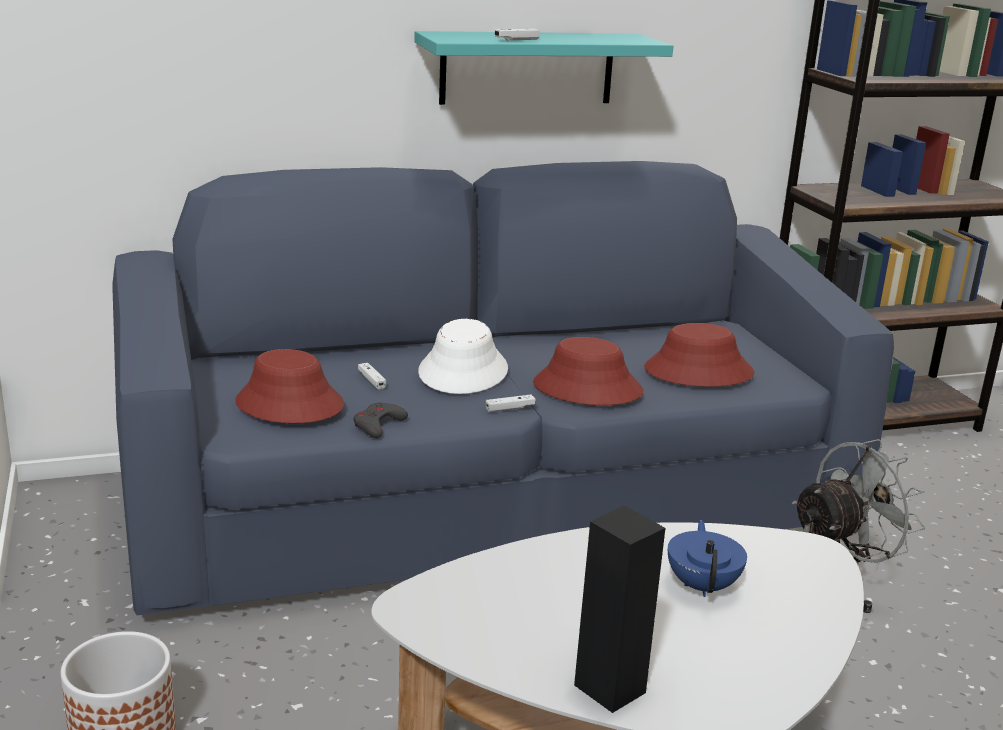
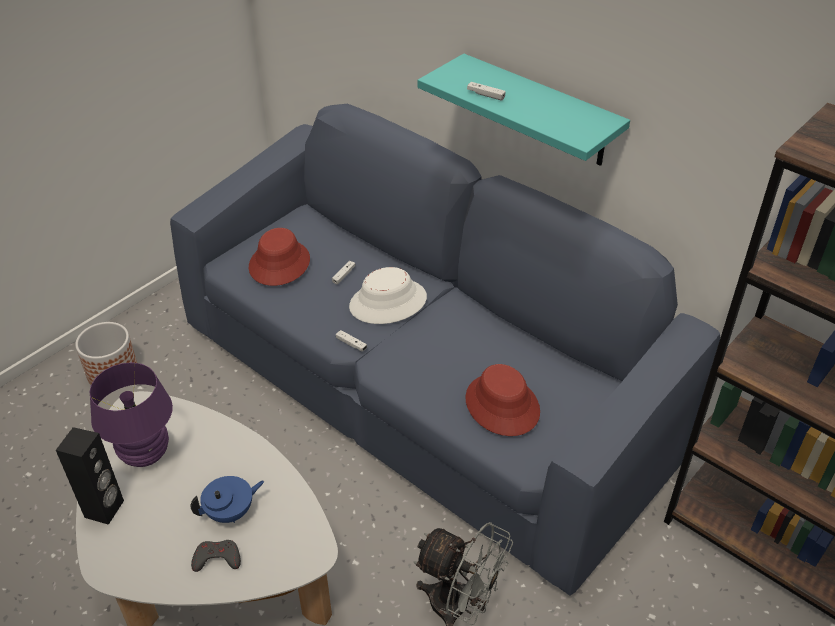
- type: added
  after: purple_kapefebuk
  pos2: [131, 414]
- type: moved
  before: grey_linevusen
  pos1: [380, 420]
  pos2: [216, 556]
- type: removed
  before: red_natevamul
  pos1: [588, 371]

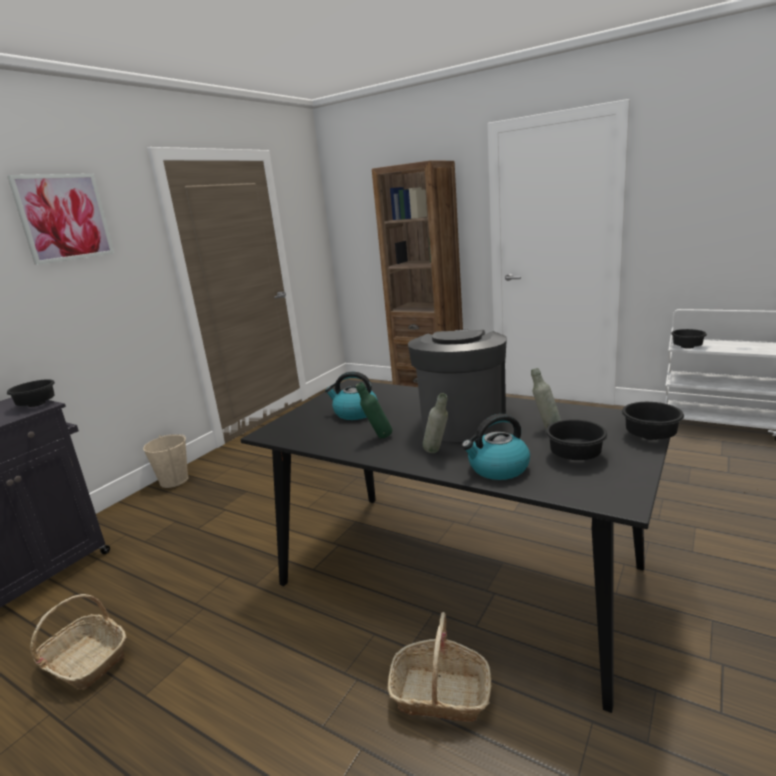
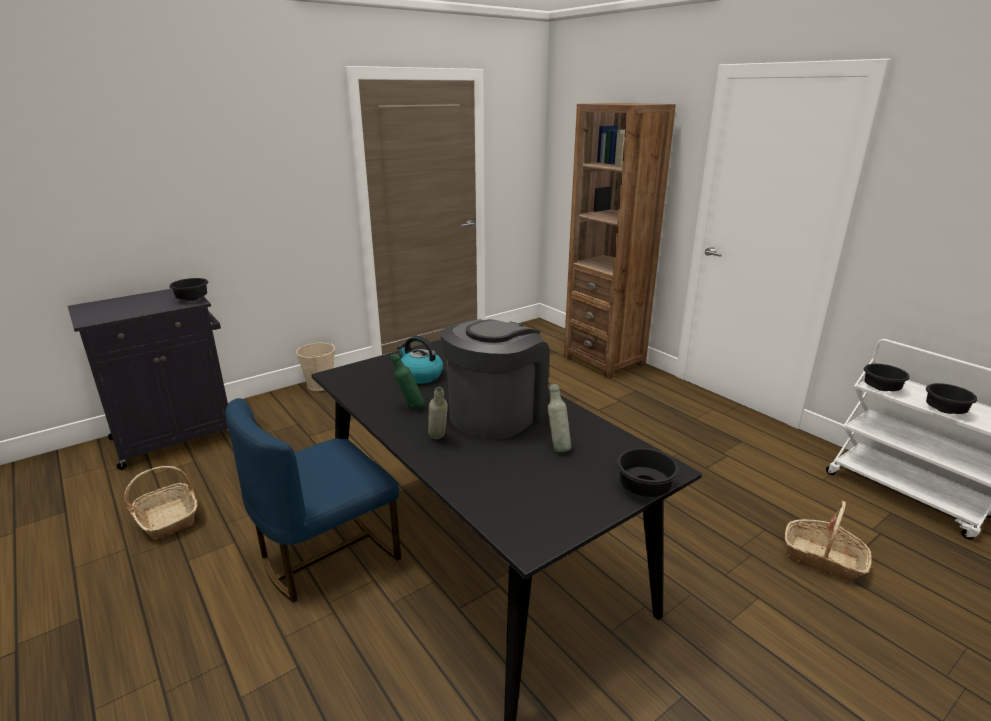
- type: added
  after: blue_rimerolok
  pos2: [313, 500]
- type: moved
  before: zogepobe
  pos1: [439, 667]
  pos2: [828, 541]
- type: moved
  before: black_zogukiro
  pos1: [576, 439]
  pos2: [951, 398]
- type: removed
  before: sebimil
  pos1: [60, 219]
- type: removed
  before: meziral
  pos1: [496, 447]

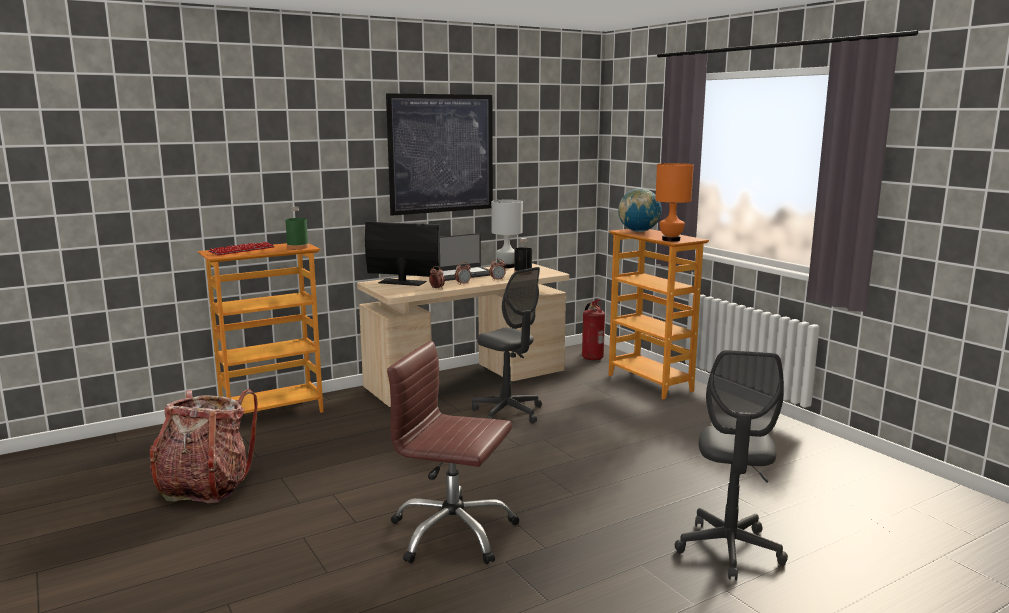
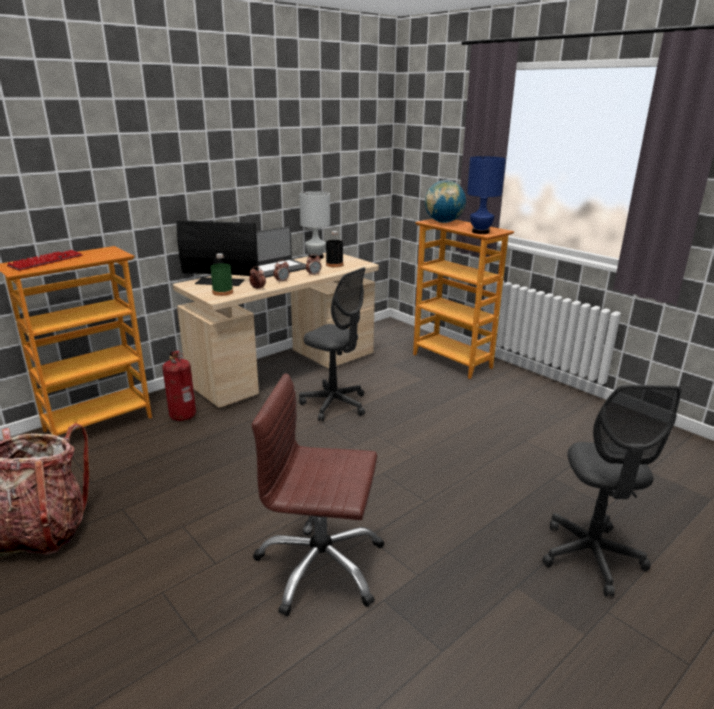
- type: moved
  before: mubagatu
  pos1: [593, 329]
  pos2: [179, 386]
- type: moved
  before: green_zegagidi
  pos1: [297, 228]
  pos2: [221, 274]
- type: recoloured
  before: orange_kapefebuk
  after: blue_kapefebuk
  pos1: [674, 202]
  pos2: [486, 195]
- type: removed
  before: sebimil
  pos1: [439, 154]

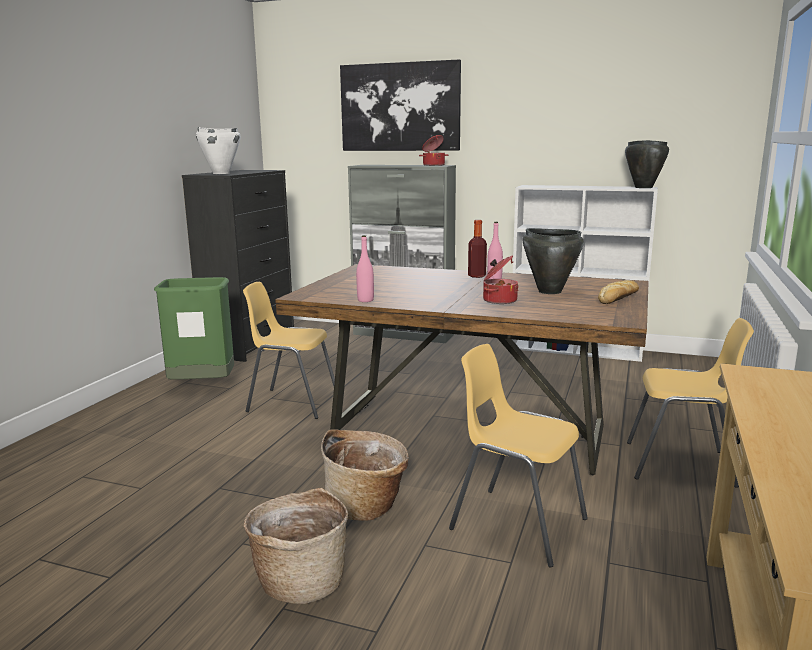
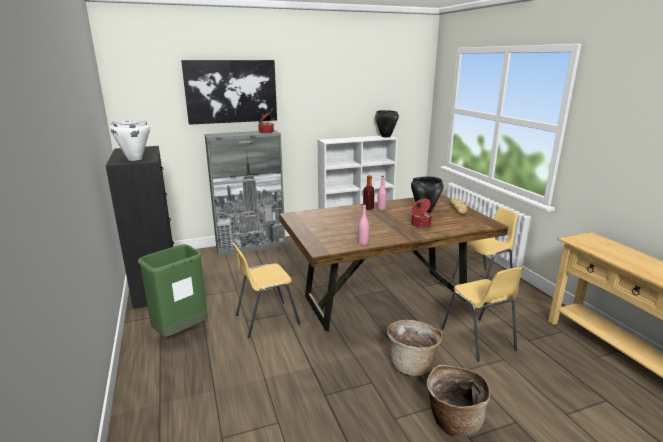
- type: turned
  before: yellow_rimerolok
  pos1: [518, 455]
  pos2: [482, 314]
  turn: -105

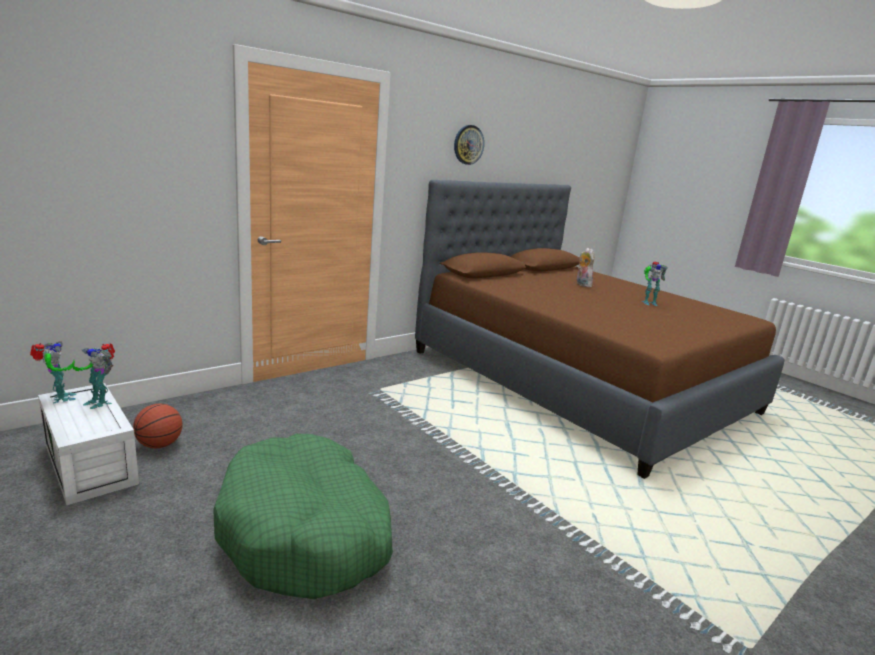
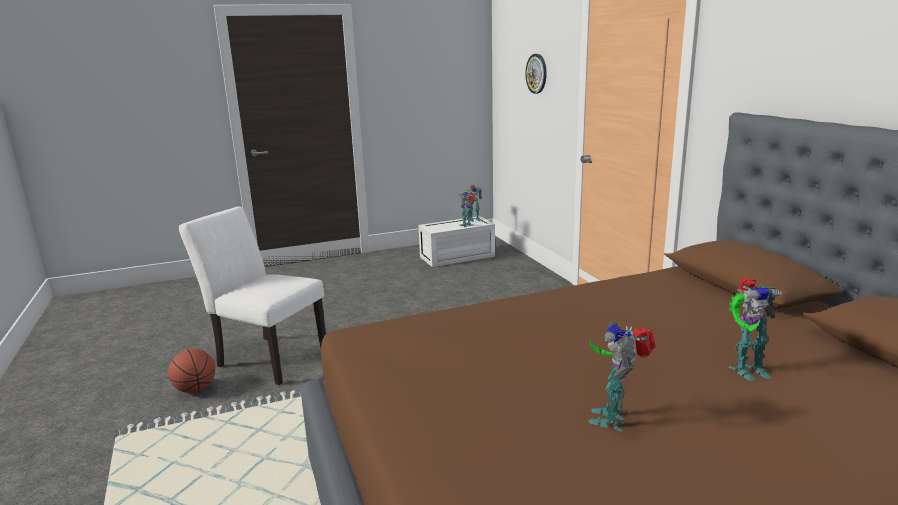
- type: moved
  before: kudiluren
  pos1: [158, 426]
  pos2: [191, 371]
- type: added
  after: white_rimerolok
  pos2: [252, 295]
- type: moved
  before: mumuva
  pos1: [469, 145]
  pos2: [536, 74]
- type: replaced
  before: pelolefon
  after: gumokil
  pos1: [585, 267]
  pos2: [756, 329]
- type: removed
  before: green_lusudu
  pos1: [303, 516]

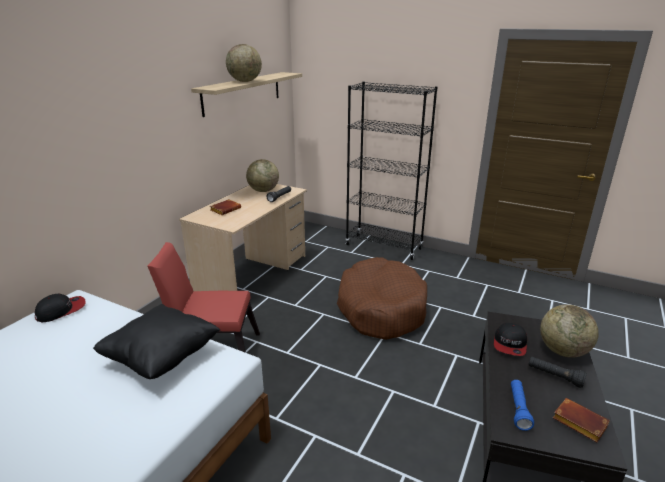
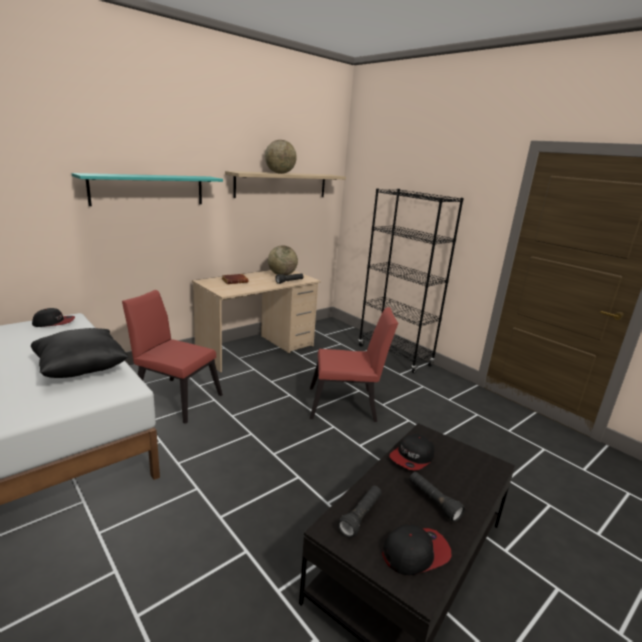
- type: added
  after: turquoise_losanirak
  pos2: [147, 189]
- type: replaced
  before: brown_lusudu
  after: red_rimerolok
  pos1: [382, 298]
  pos2: [354, 364]
- type: recoloured
  before: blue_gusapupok
  after: black_gusapupok
  pos1: [522, 405]
  pos2: [360, 512]
- type: replaced
  before: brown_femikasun
  after: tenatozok
  pos1: [581, 420]
  pos2: [417, 549]
- type: removed
  before: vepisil
  pos1: [569, 331]

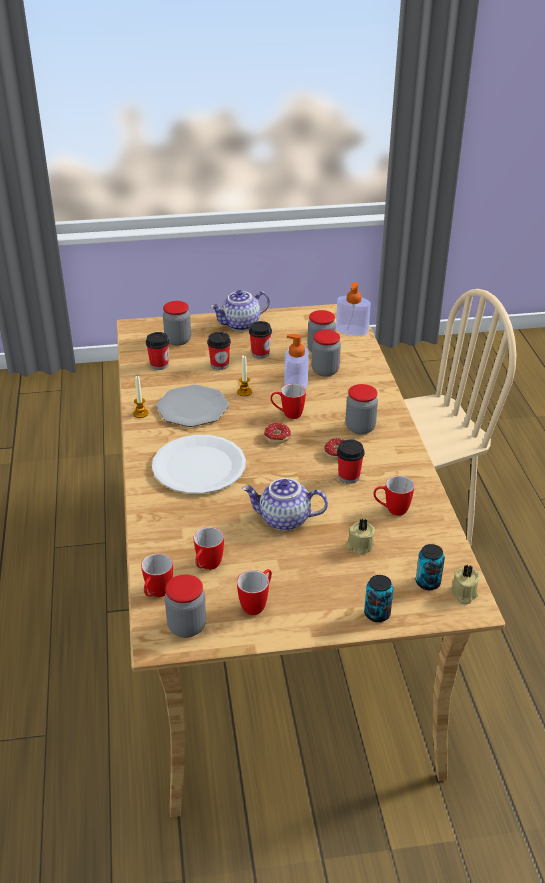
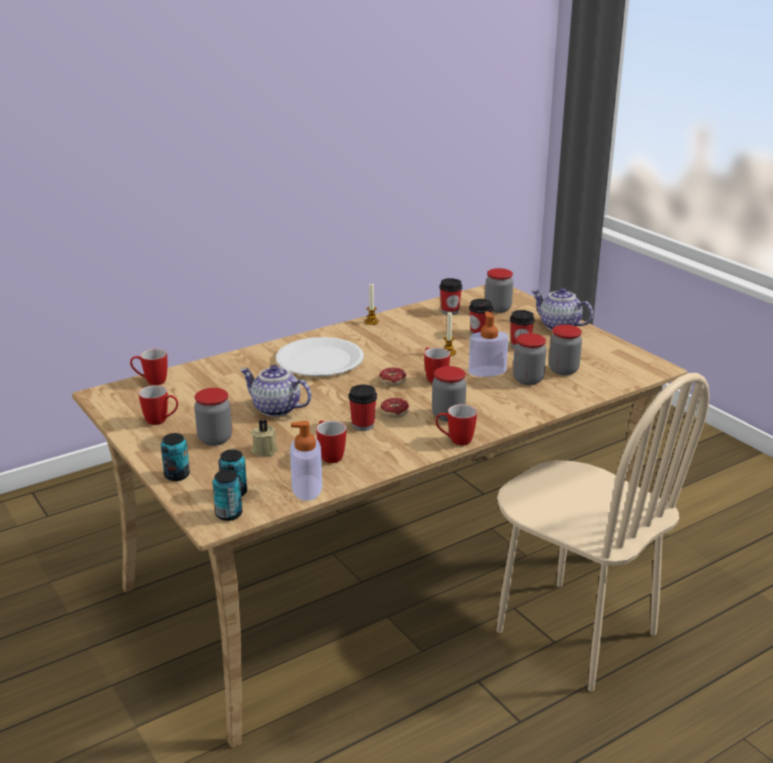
- type: moved
  before: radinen
  pos1: [185, 606]
  pos2: [213, 417]
- type: replaced
  before: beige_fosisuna
  after: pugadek
  pos1: [465, 584]
  pos2: [228, 495]
- type: turned
  before: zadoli
  pos1: [285, 504]
  pos2: [276, 391]
  turn: -45
- type: moved
  before: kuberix
  pos1: [353, 309]
  pos2: [306, 461]
- type: moved
  before: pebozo
  pos1: [208, 548]
  pos2: [456, 424]
- type: removed
  before: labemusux
  pos1: [192, 406]

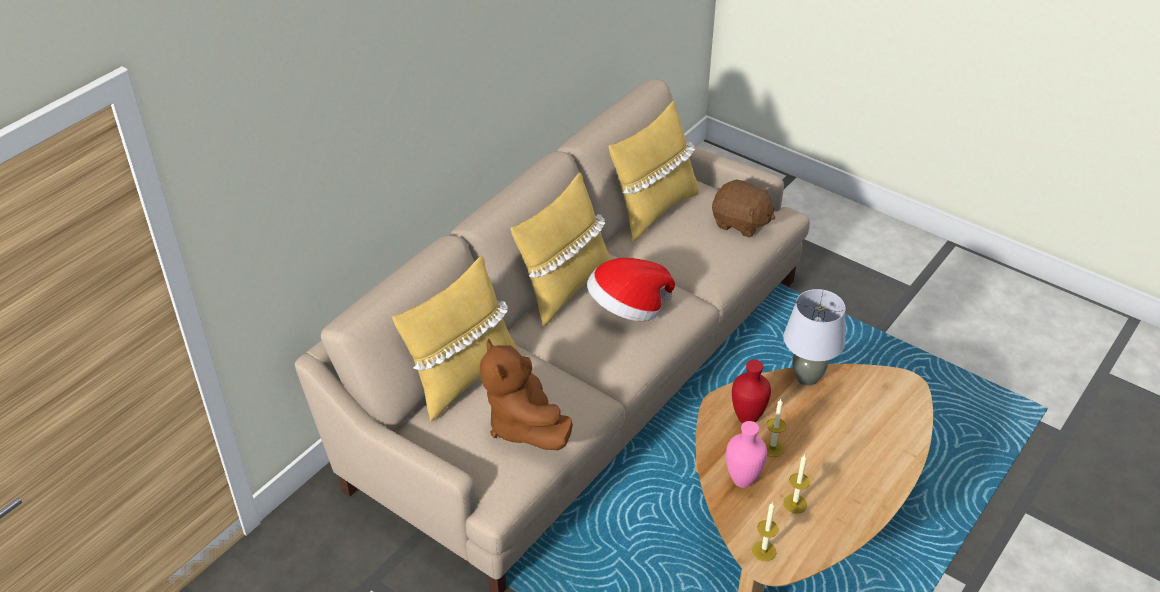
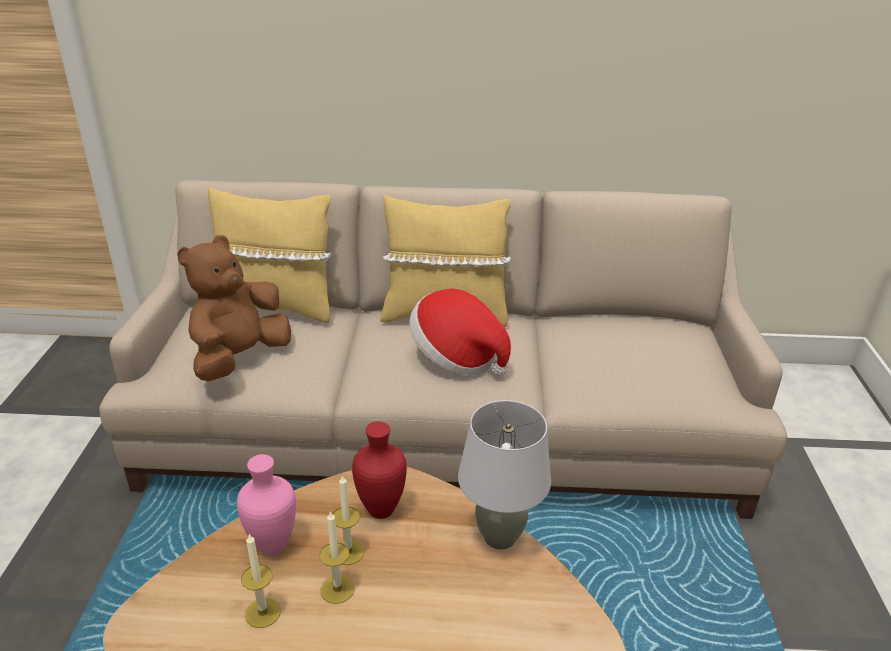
- type: moved
  before: fosisuna
  pos1: [765, 531]
  pos2: [337, 557]
- type: removed
  before: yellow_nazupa
  pos1: [654, 171]
- type: removed
  before: brown_pelolefon
  pos1: [743, 208]

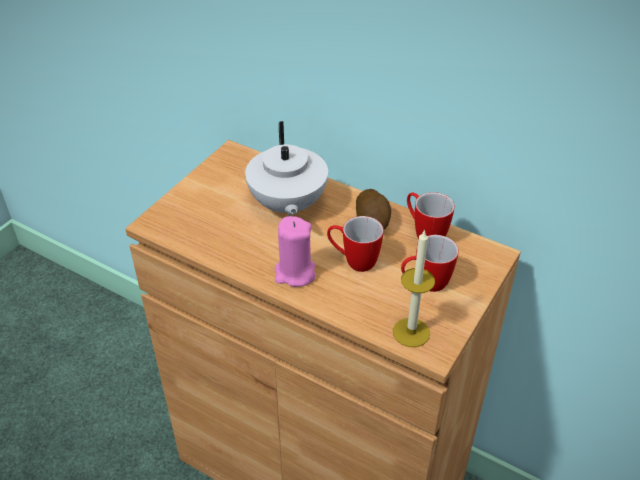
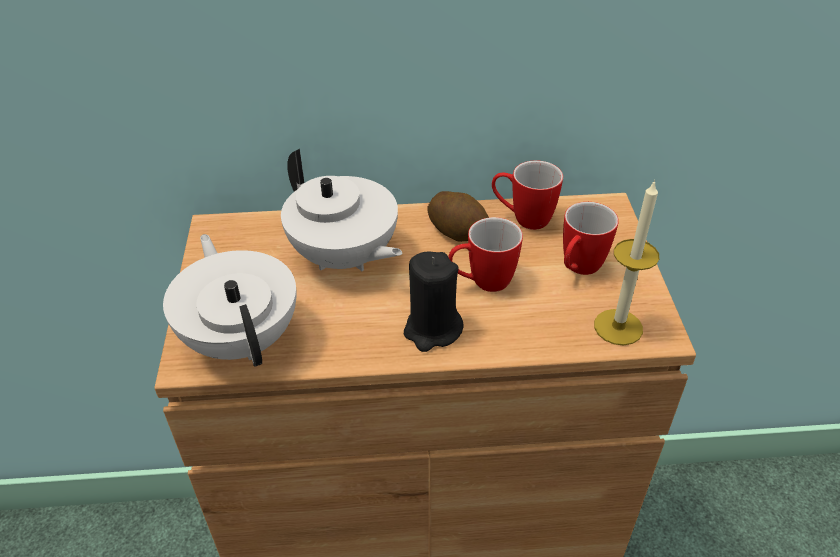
- type: added
  after: white_zadoli
  pos2: [229, 300]
- type: recoloured
  before: pink_fosisuna
  after: black_fosisuna
  pos1: [295, 251]
  pos2: [434, 302]

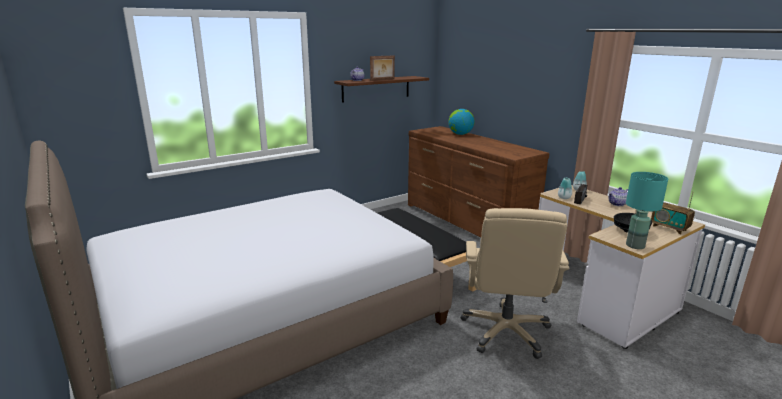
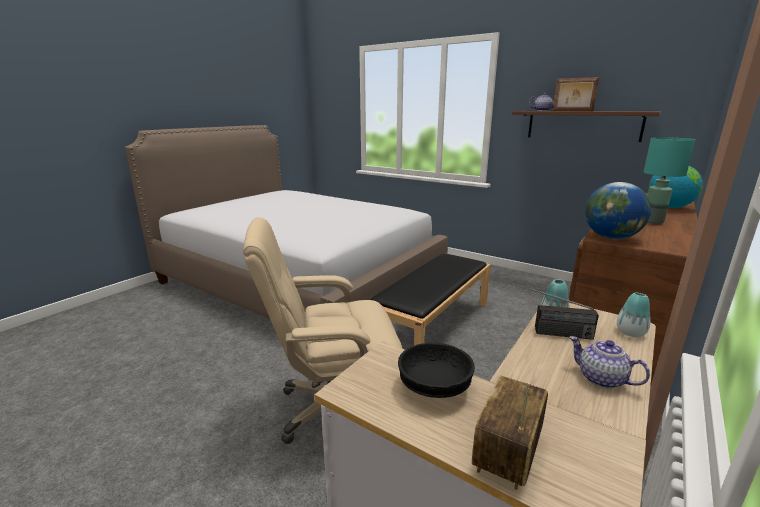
- type: added
  after: vepisil
  pos2: [618, 210]
- type: moved
  before: turquoise_kapefebuk
  pos1: [647, 210]
  pos2: [670, 180]

